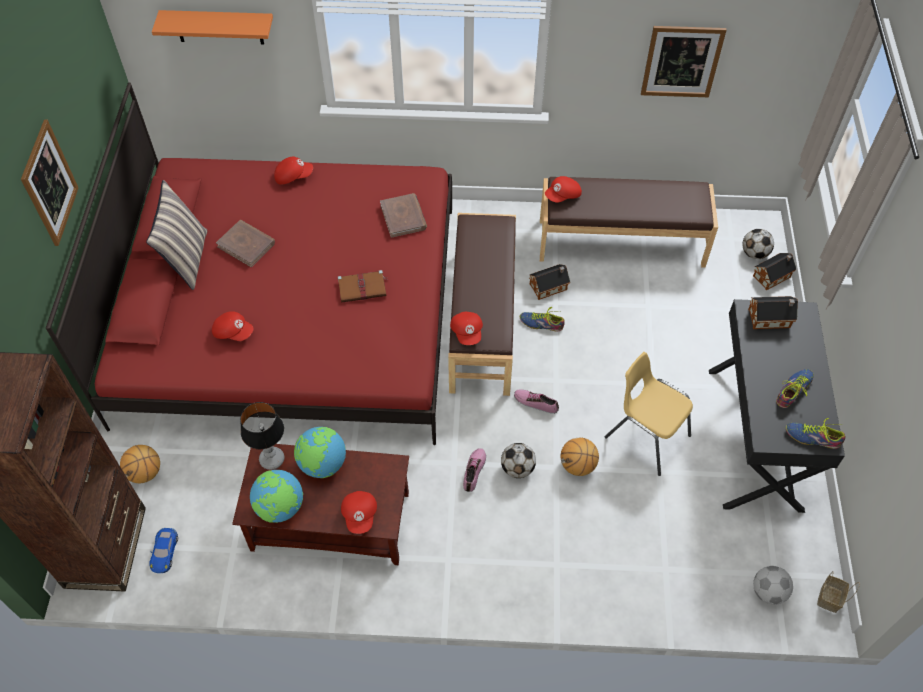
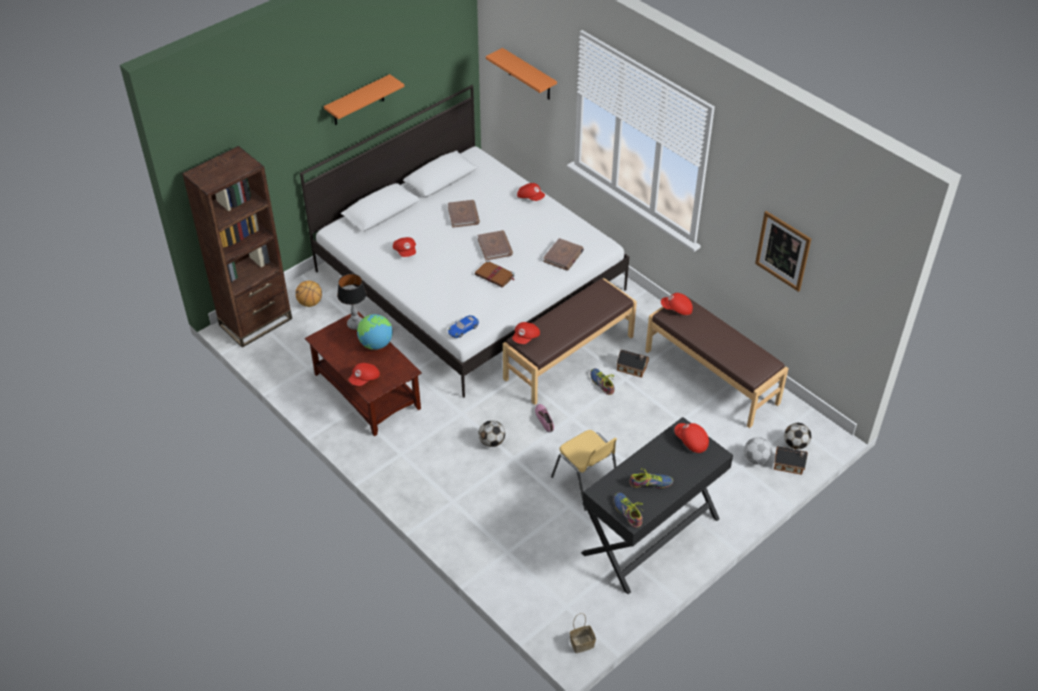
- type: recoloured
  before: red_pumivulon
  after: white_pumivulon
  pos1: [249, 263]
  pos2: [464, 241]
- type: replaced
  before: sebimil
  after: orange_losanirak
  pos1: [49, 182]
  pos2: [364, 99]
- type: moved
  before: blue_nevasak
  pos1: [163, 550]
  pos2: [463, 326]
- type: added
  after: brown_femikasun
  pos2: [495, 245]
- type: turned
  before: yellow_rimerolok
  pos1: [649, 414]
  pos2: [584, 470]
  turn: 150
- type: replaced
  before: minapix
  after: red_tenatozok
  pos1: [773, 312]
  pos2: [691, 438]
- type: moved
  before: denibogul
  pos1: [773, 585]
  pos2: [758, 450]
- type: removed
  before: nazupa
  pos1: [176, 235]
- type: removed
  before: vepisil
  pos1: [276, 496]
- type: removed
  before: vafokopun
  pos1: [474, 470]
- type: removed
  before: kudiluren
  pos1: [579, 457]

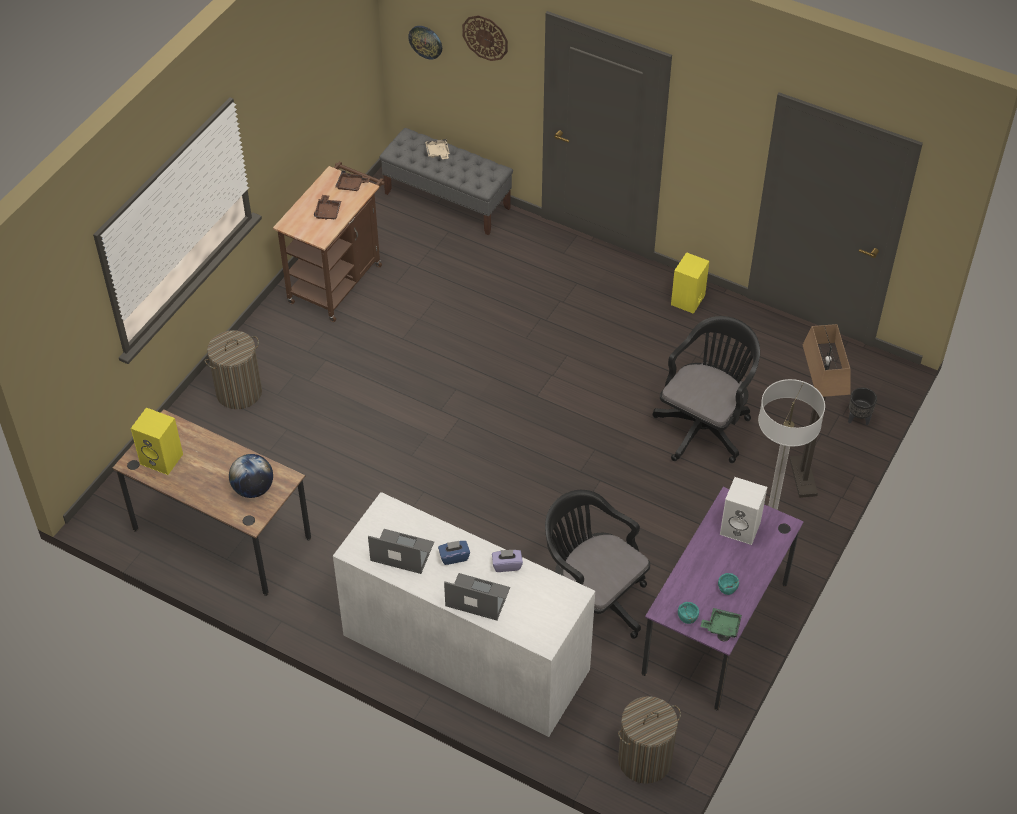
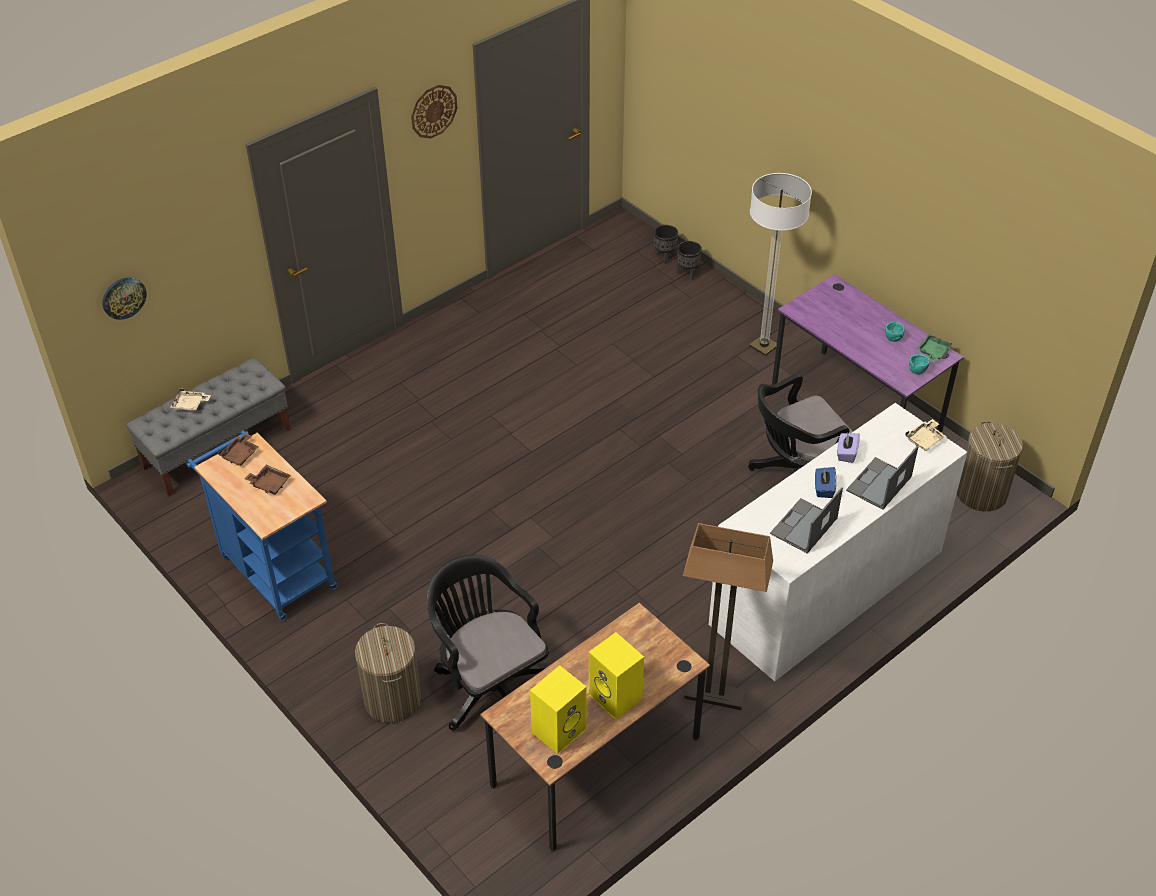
- type: recoloured
  before: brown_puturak
  after: blue_puturak
  pos1: [329, 242]
  pos2: [262, 526]
- type: moved
  before: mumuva
  pos1: [485, 38]
  pos2: [434, 112]
- type: moved
  before: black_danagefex
  pos1: [706, 389]
  pos2: [489, 643]
- type: moved
  before: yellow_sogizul
  pos1: [690, 283]
  pos2: [616, 675]
- type: added
  after: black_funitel
  pos2: [689, 260]
- type: moved
  before: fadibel
  pos1: [820, 411]
  pos2: [728, 616]
- type: added
  after: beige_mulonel
  pos2: [925, 435]
- type: removed
  before: vepisil
  pos1: [251, 476]
- type: removed
  before: white_sogizul
  pos1: [743, 511]

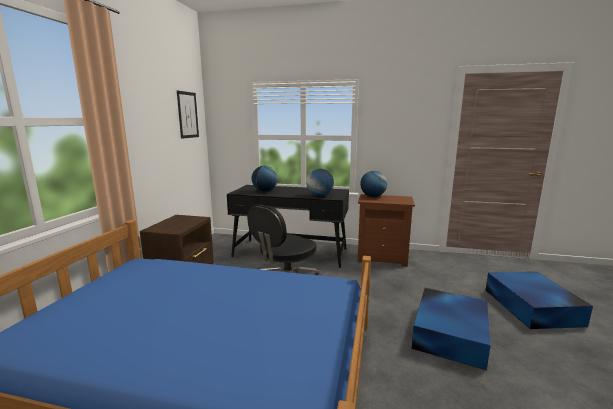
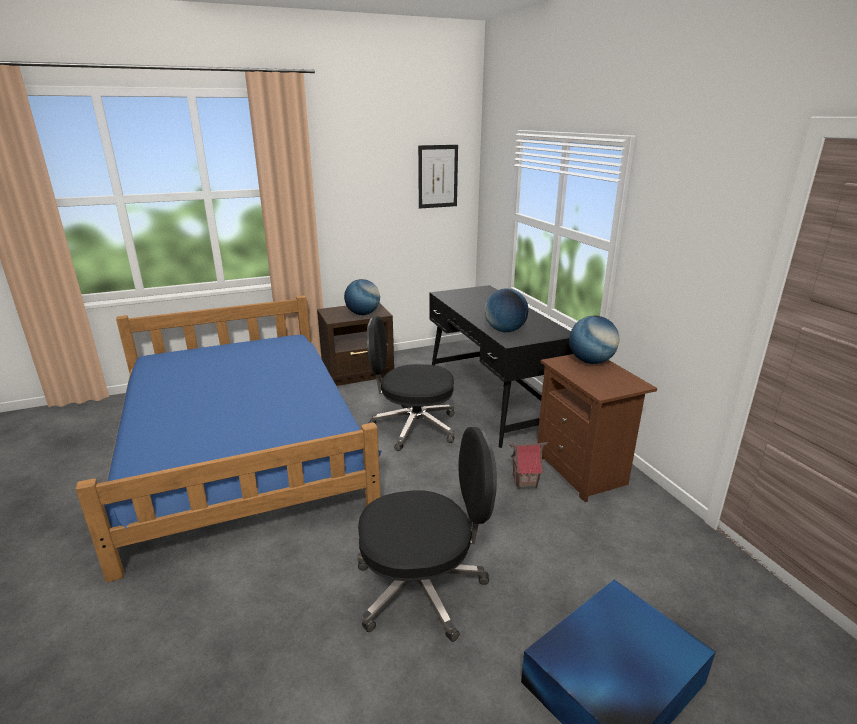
- type: moved
  before: vepisil
  pos1: [264, 179]
  pos2: [362, 297]
- type: replaced
  before: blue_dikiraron
  after: black_danagefex
  pos1: [451, 329]
  pos2: [427, 534]
- type: added
  after: minapix
  pos2: [528, 466]

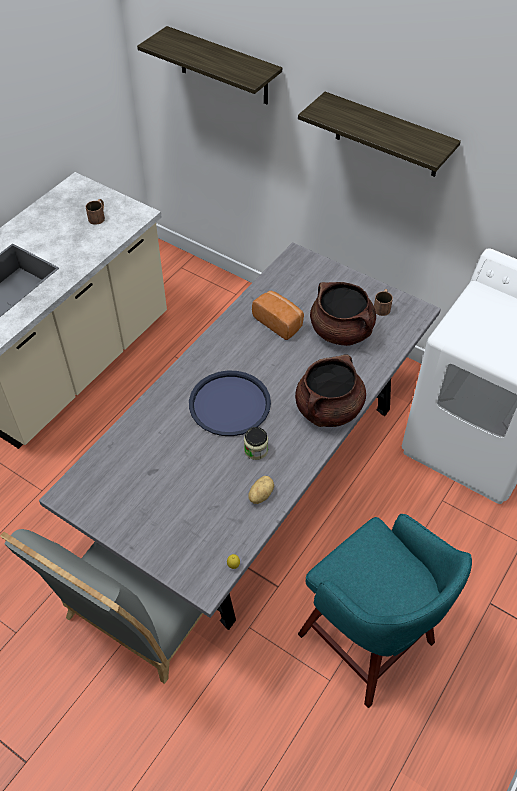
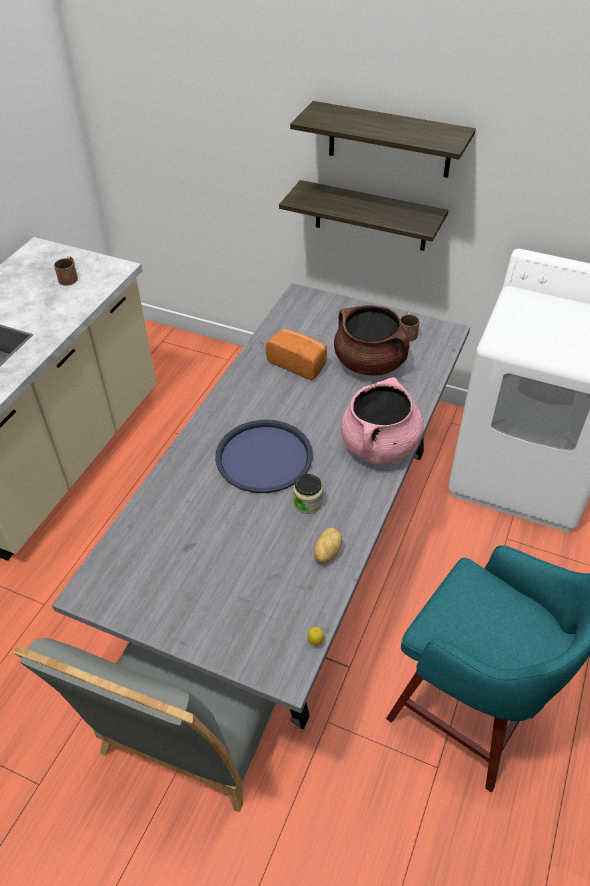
- type: moved
  before: losanirak
  pos1: [209, 65]
  pos2: [363, 215]
- type: recoloured
  before: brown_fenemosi
  after: pink_fenemosi
  pos1: [330, 391]
  pos2: [382, 420]

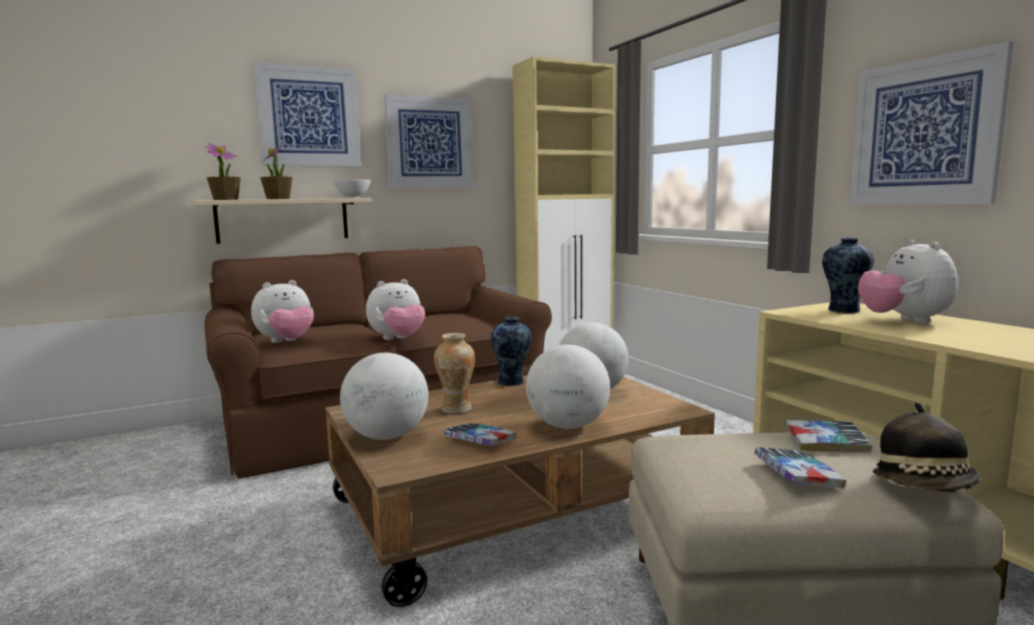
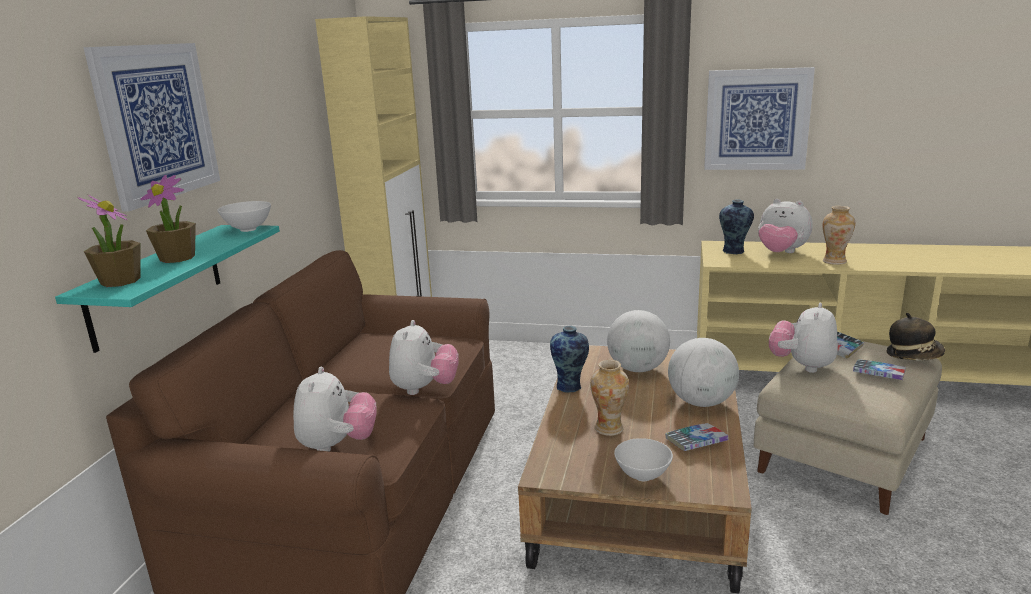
- type: recoloured
  before: beige_losanirak
  after: turquoise_losanirak
  pos1: [282, 221]
  pos2: [167, 289]
- type: replaced
  before: vepisil
  after: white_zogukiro
  pos1: [384, 396]
  pos2: [643, 459]
- type: added
  after: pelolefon
  pos2: [803, 338]
- type: added
  after: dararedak
  pos2: [839, 235]
- type: removed
  before: sebimil
  pos1: [428, 141]

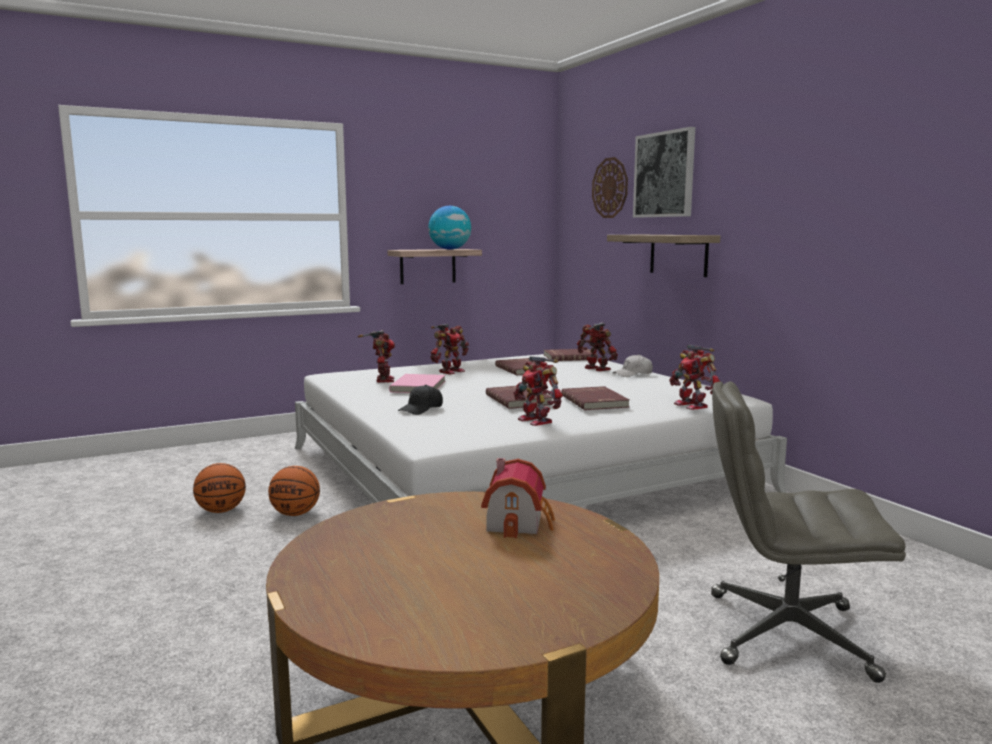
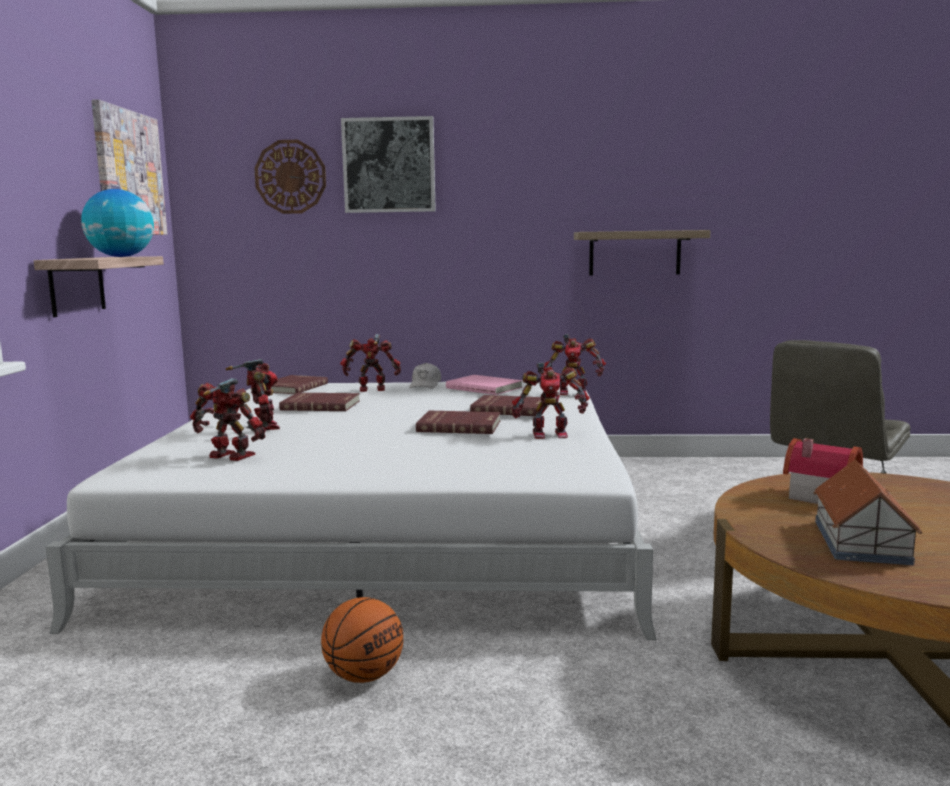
- type: added
  after: sebimil
  pos2: [129, 167]
- type: moved
  before: pink_femikasun
  pos1: [417, 383]
  pos2: [484, 385]
- type: moved
  before: losanirak
  pos1: [664, 256]
  pos2: [642, 253]
- type: added
  after: minapix
  pos2: [868, 512]
- type: removed
  before: kudiluren
  pos1: [219, 488]
- type: removed
  before: black_tenatozok
  pos1: [420, 400]

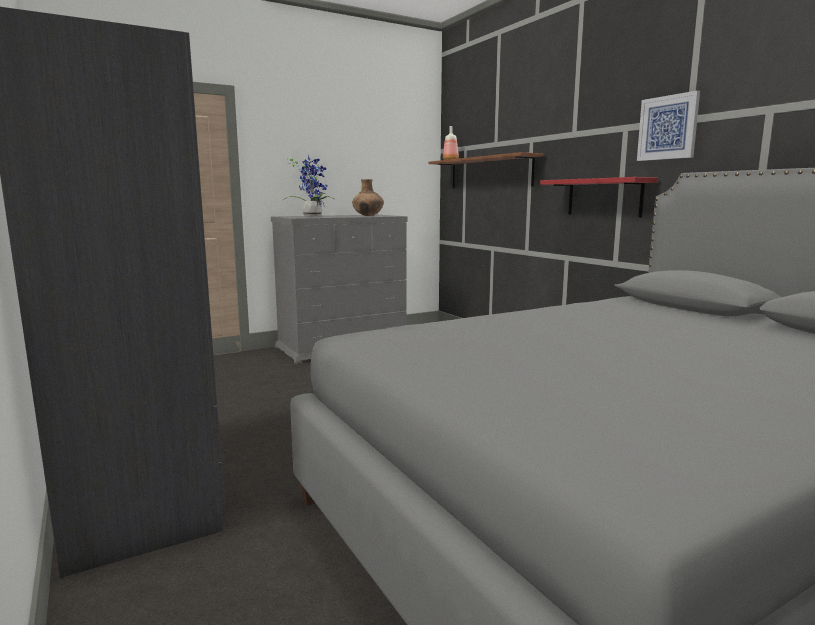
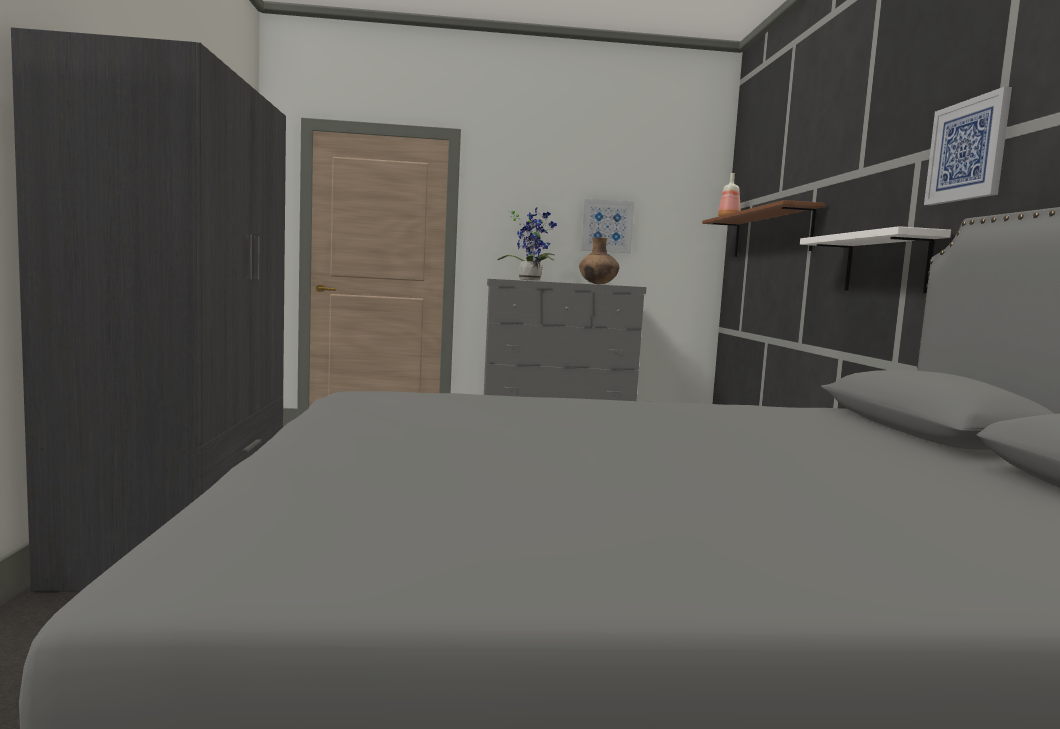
- type: added
  after: sebimil
  pos2: [607, 226]
- type: recoloured
  before: red_losanirak
  after: white_losanirak
  pos1: [599, 197]
  pos2: [875, 259]

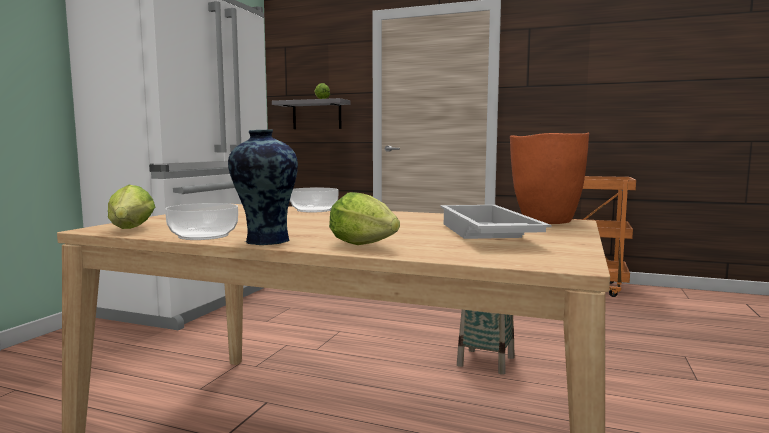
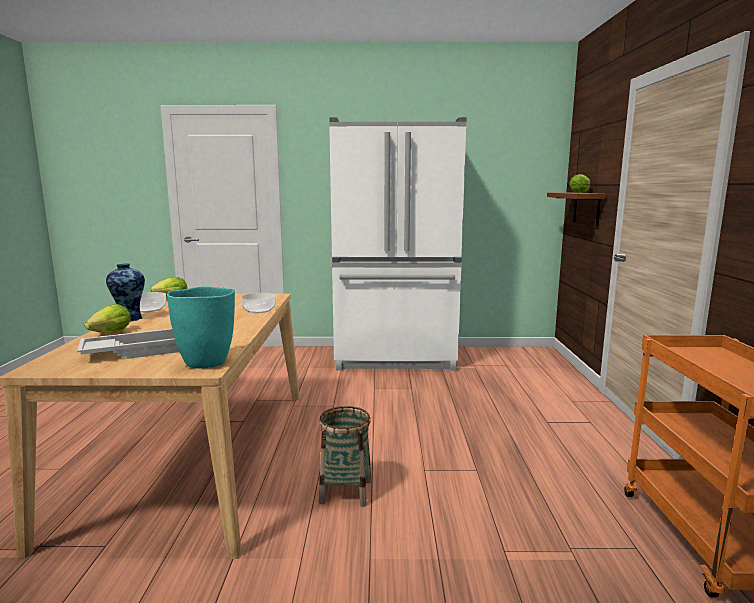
- type: recoloured
  before: orange_dararedak
  after: turquoise_dararedak
  pos1: [549, 178]
  pos2: [201, 327]
- type: recoloured
  before: grey_losanirak
  after: brown_losanirak
  pos1: [311, 113]
  pos2: [576, 210]

